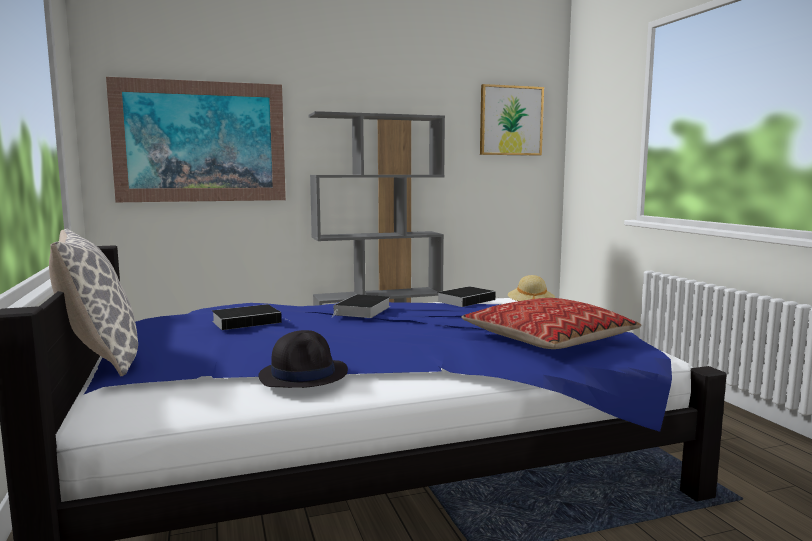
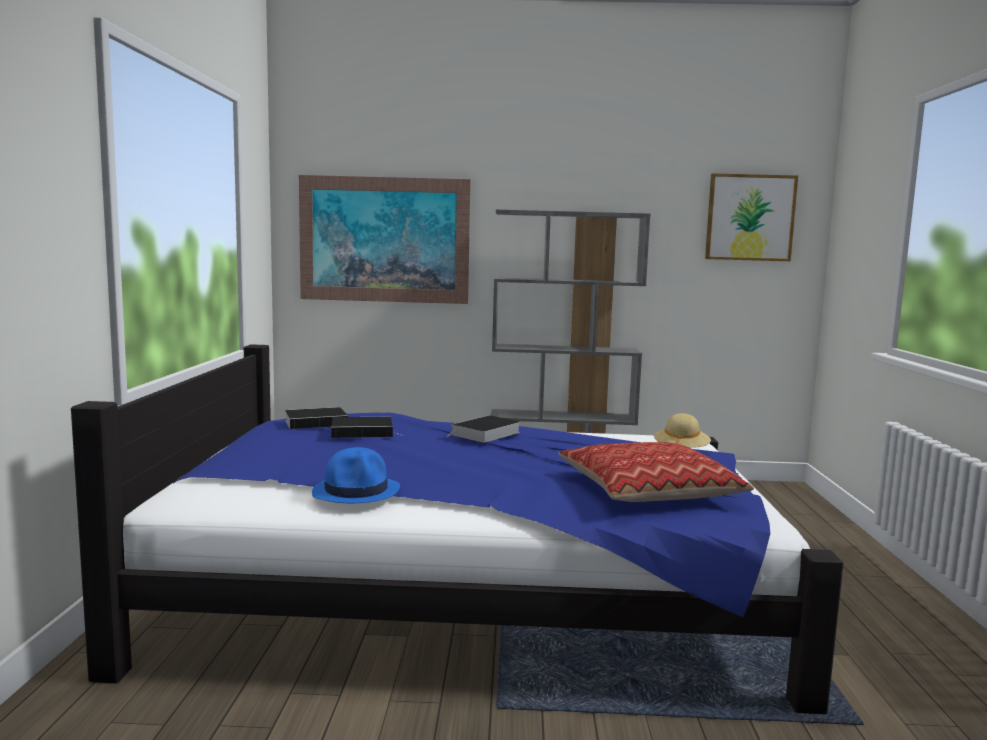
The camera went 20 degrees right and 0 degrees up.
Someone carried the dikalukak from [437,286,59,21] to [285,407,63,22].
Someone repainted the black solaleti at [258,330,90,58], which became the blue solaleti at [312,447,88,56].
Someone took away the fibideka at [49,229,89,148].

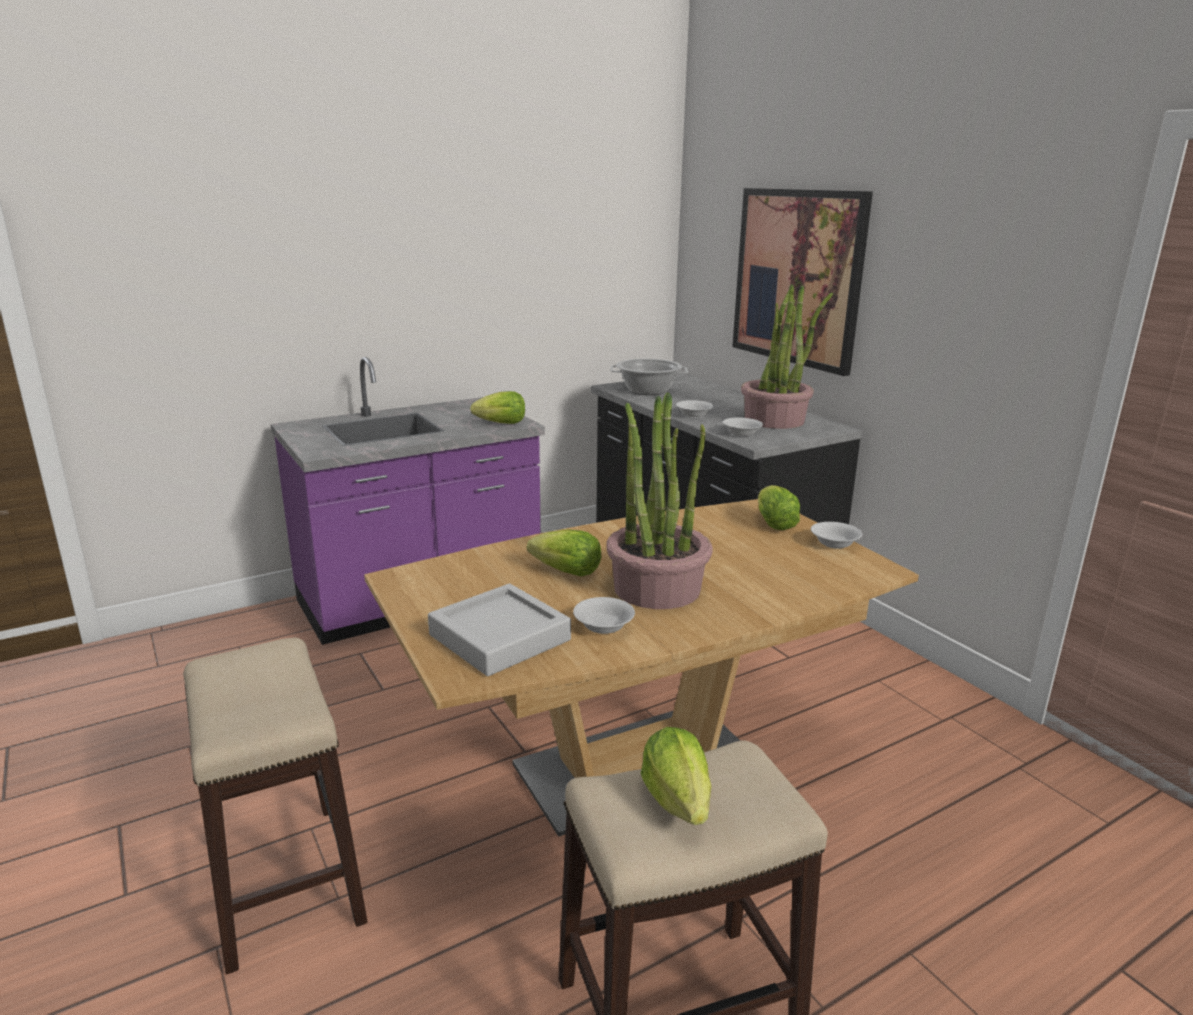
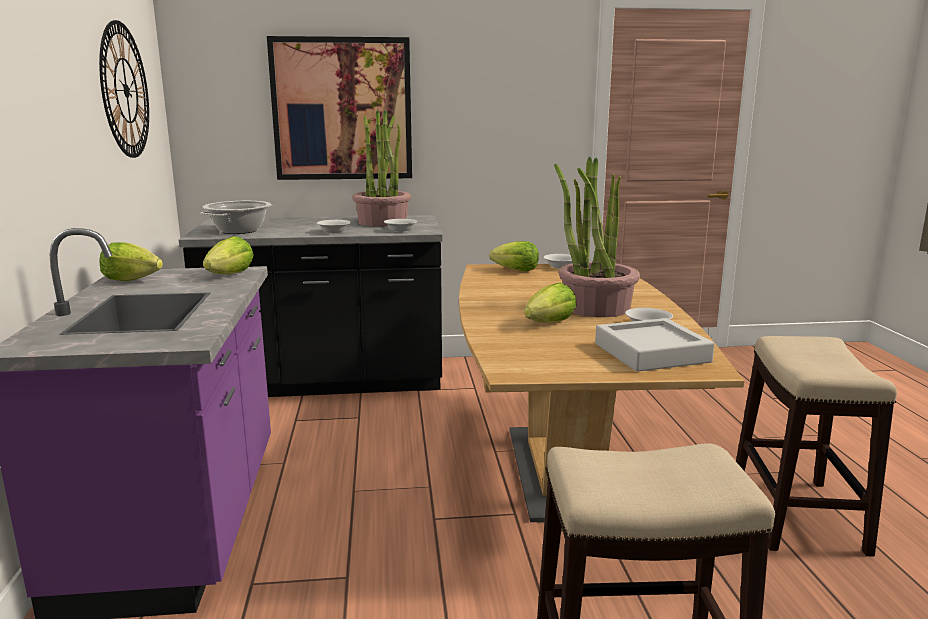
The camera went 65 degrees left and 5 degrees down.
Someone put up the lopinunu at [99,20,50,138].
Someone carried the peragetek from [641,727,70,98] to [99,242,64,39].

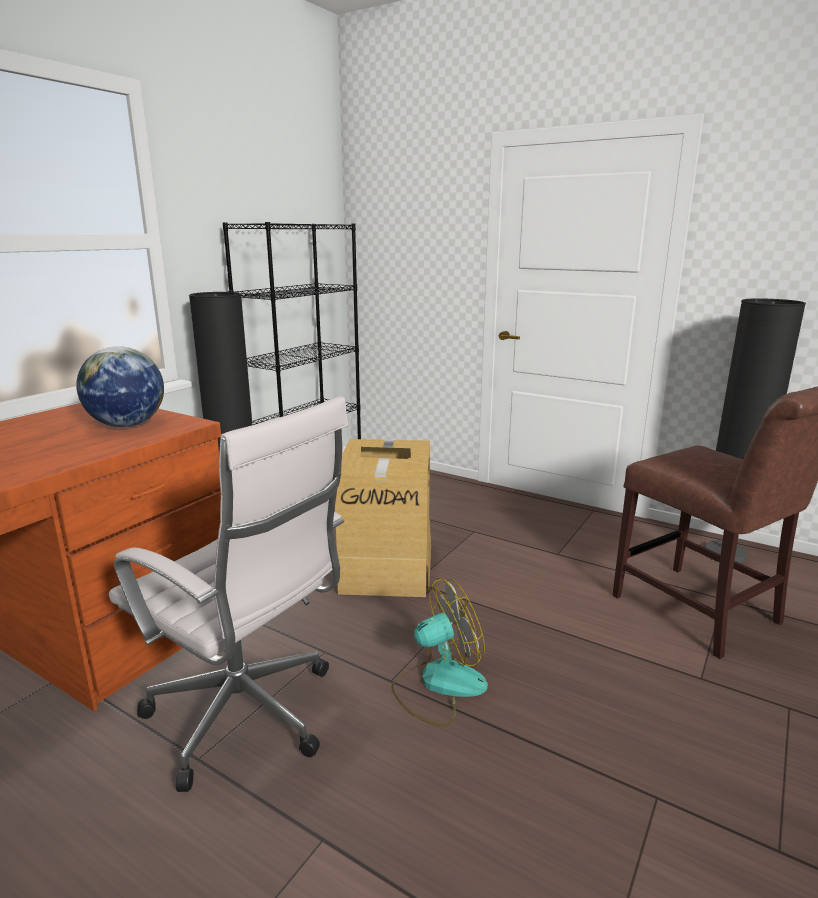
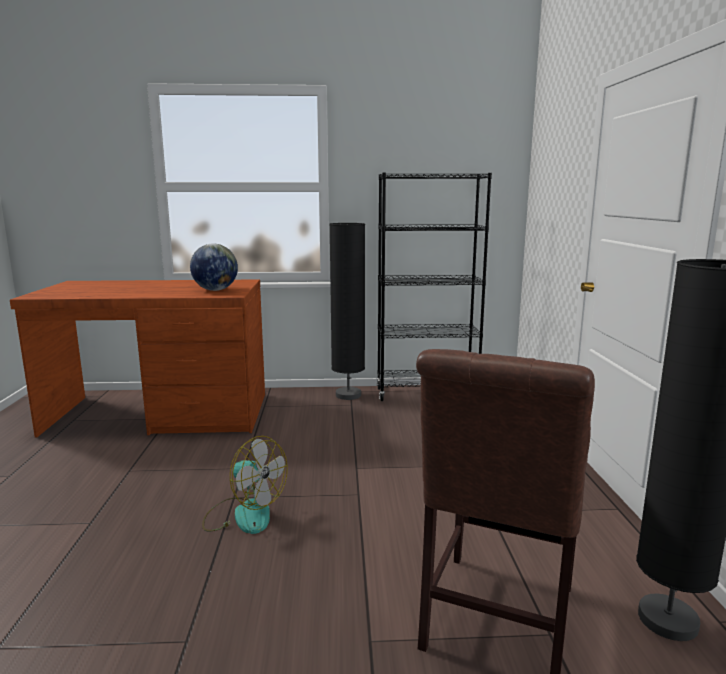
The camera went 55 degrees right and 5 degrees down.
Someone took away the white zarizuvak at [109,396,239,396].
Someone took away the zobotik at [335,439,96,158].

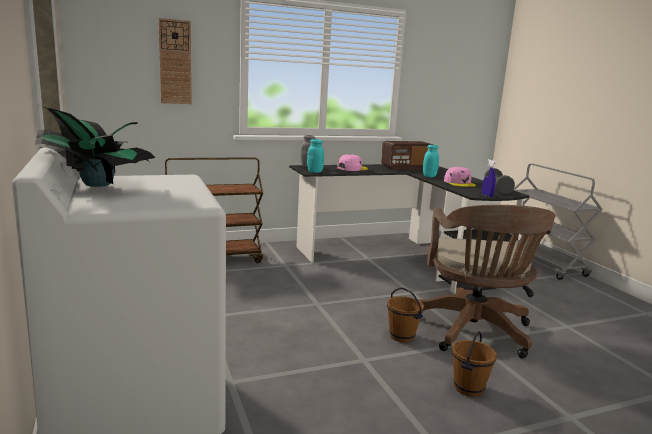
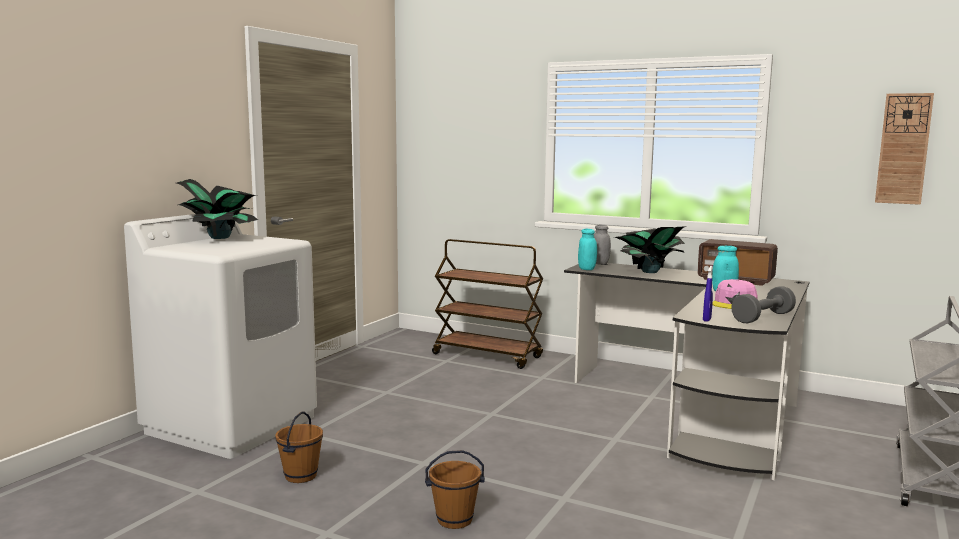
The camera went 50 degrees right and 5 degrees down.
Someone carried the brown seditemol from [387,288,37,55] to [275,412,48,71].
Someone swapped the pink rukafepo at [337,154,31,17] for the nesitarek at [613,226,74,47].
Someone carried the lopinunu from [158,18,34,86] to [875,93,59,112].
Someone took away the brown zarizuvak at [418,205,137,154].

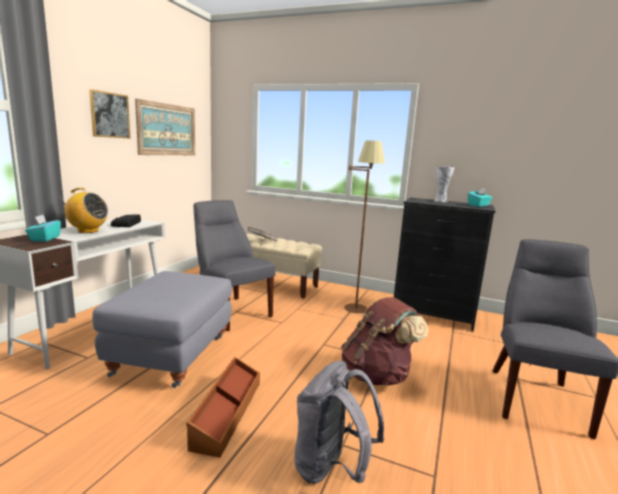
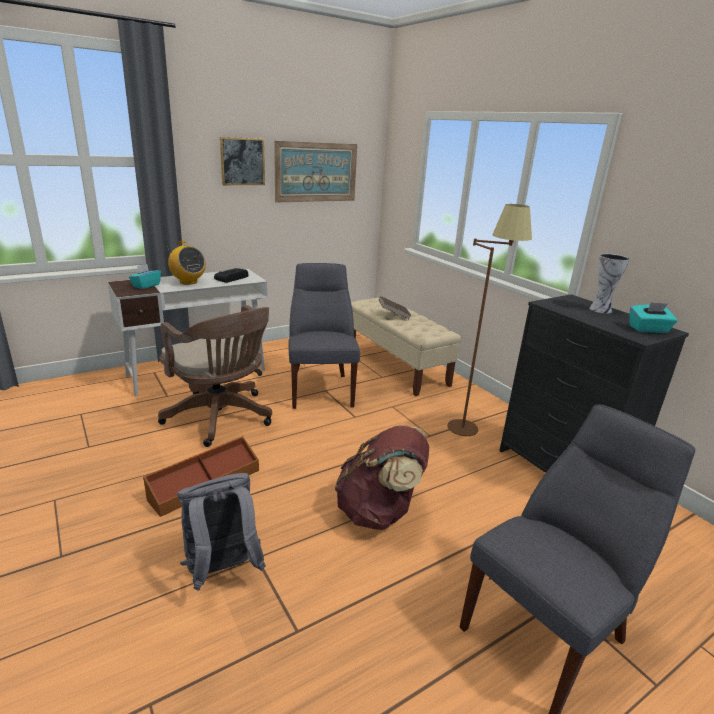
The camera went 35 degrees right and 10 degrees up.
Someone swapped the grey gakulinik at [92,271,140,117] for the brown zarizuvak at [158,305,114,142].

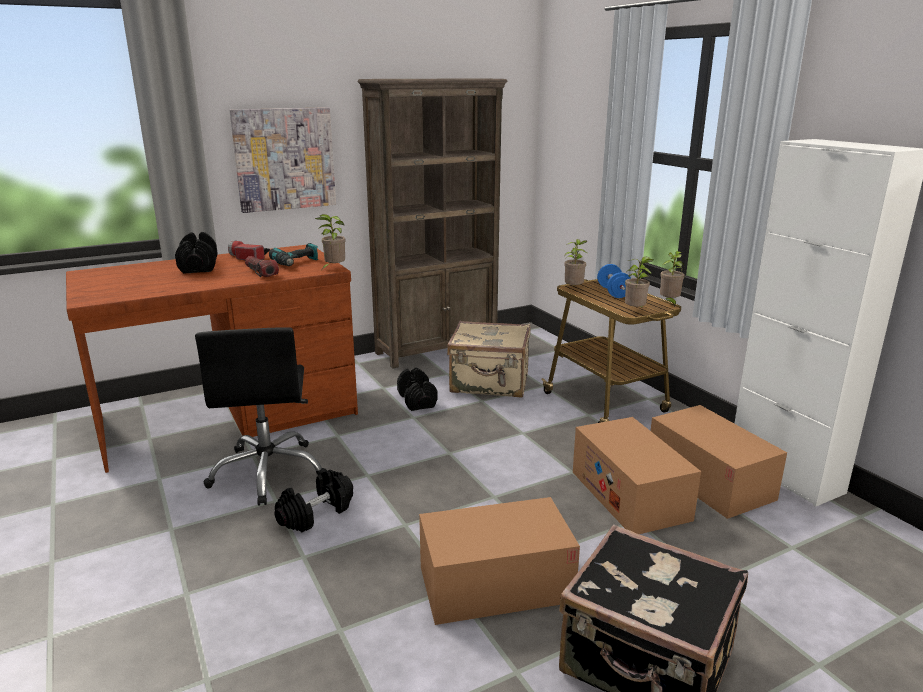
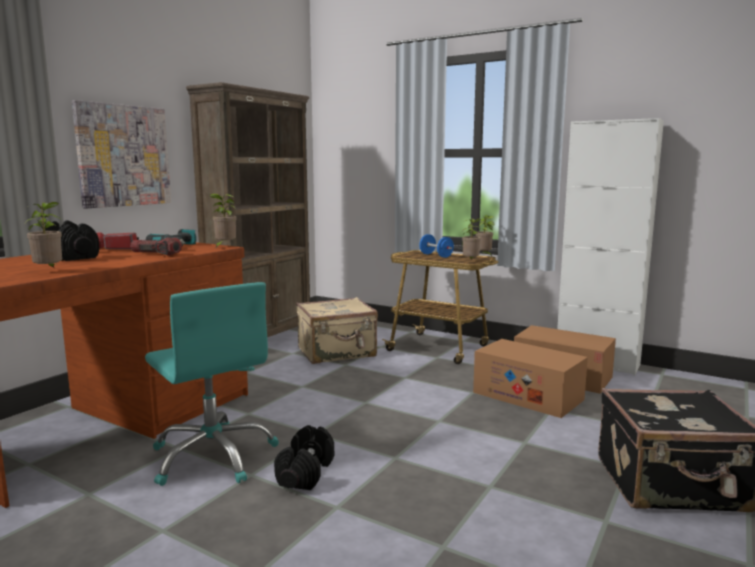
The camera went 30 degrees left and 10 degrees down.
Someone carried the nesitarek from [564,239,24,47] to [24,202,38,66].
Someone repainted the black zarizuvak at [195,327,132,179], which became the turquoise zarizuvak at [145,282,134,204].
Someone took away the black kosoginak at [397,368,41,43].
Someone took away the zobotik at [419,497,161,128].

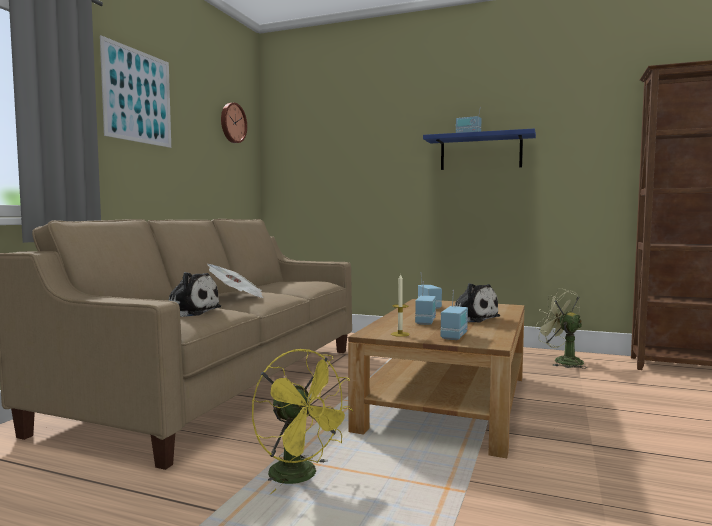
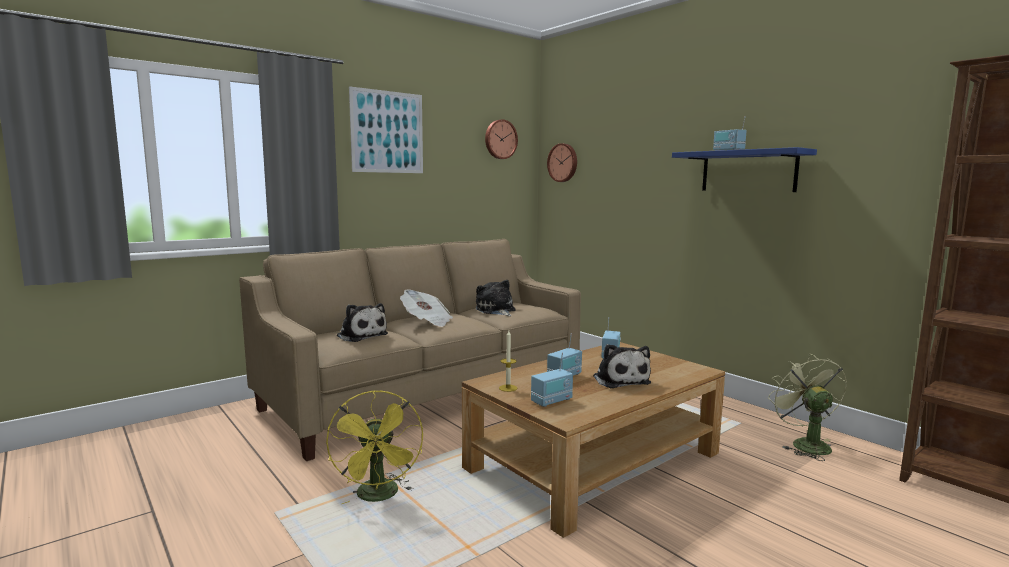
The camera went 30 degrees right and 5 degrees up.
Someone put down the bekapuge at [476,280,40,36].
Someone put up the lopinunu at [547,143,30,39].

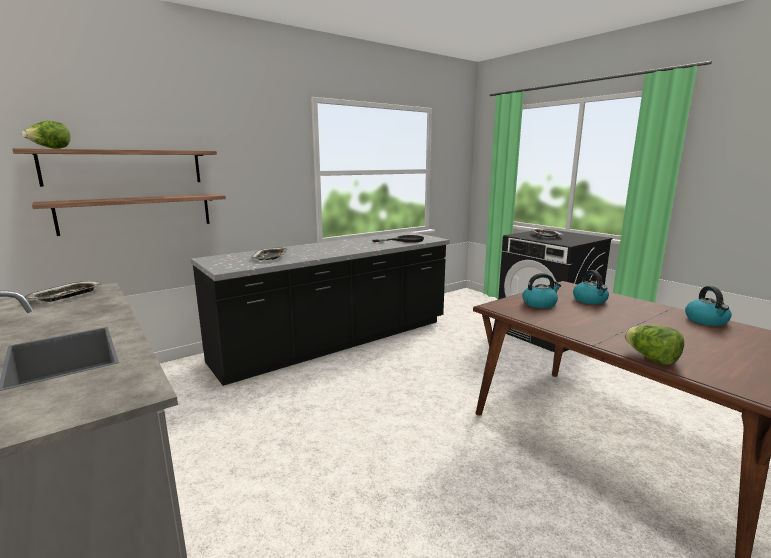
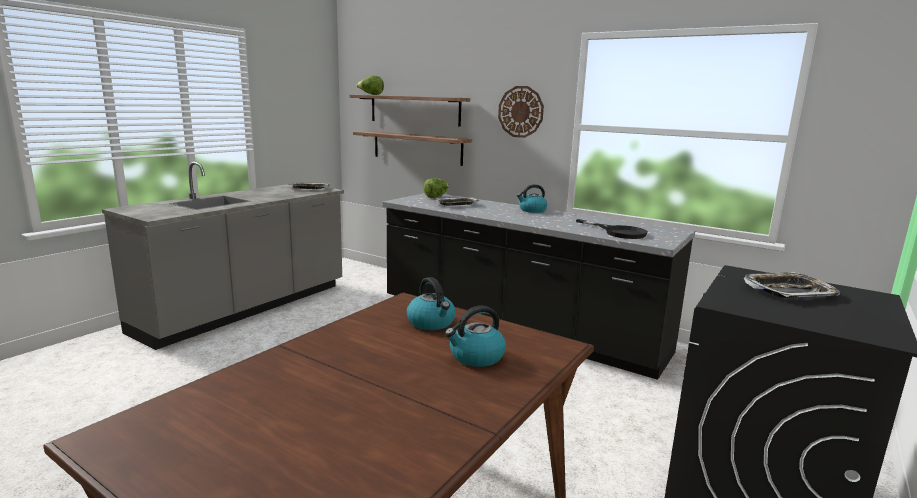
The camera went 70 degrees right and 0 degrees up.
Someone carried the peragetek from [625,325,59,40] to [423,178,26,20].
Someone put up the lopinunu at [498,86,46,52].
Someone carried the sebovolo from [685,286,47,40] to [517,184,30,29].

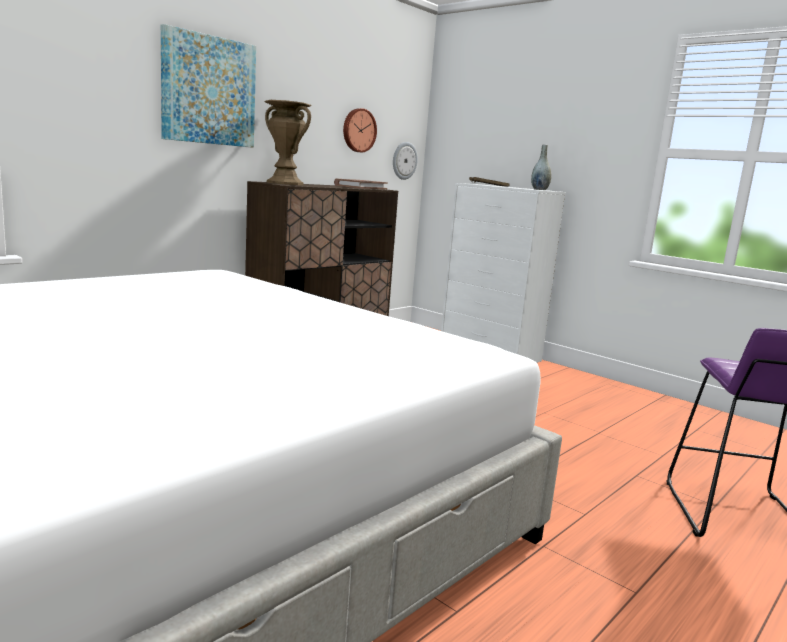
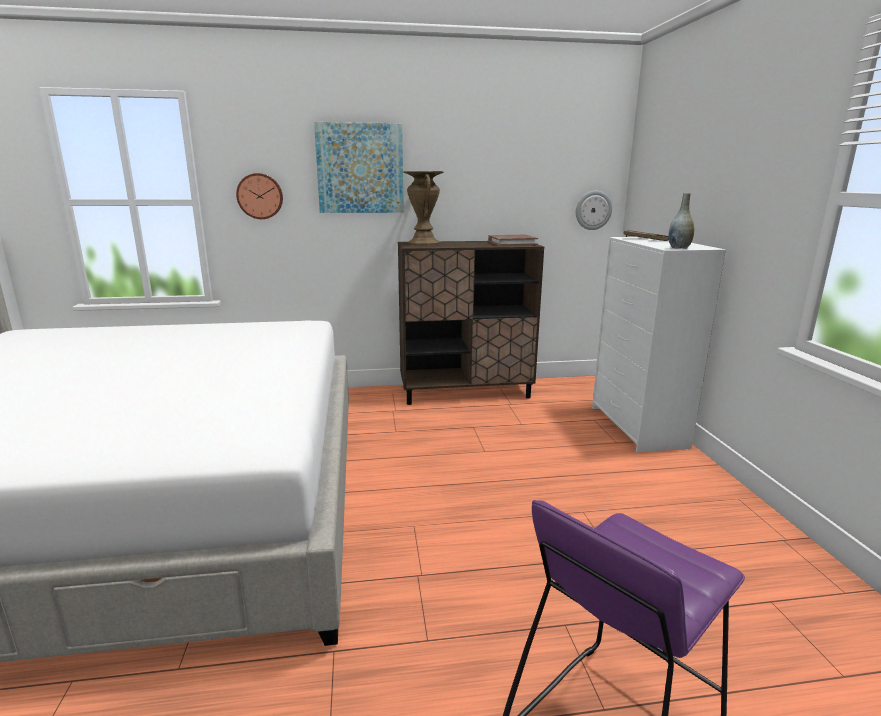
The camera went 40 degrees right and 5 degrees up.
Someone carried the lopinunu from [343,108,34,44] to [236,173,47,46].

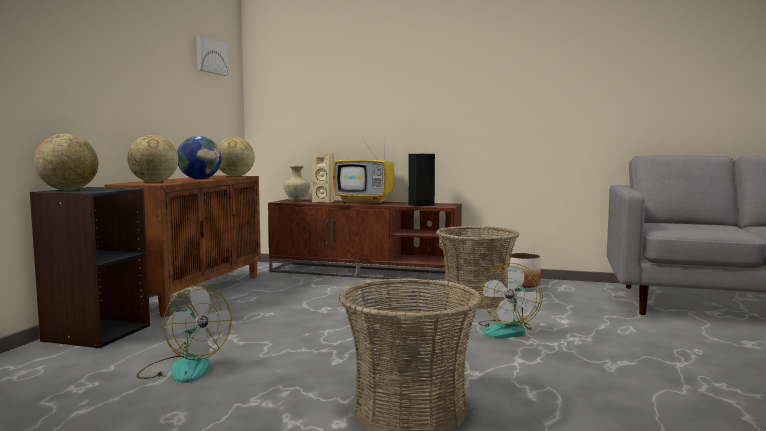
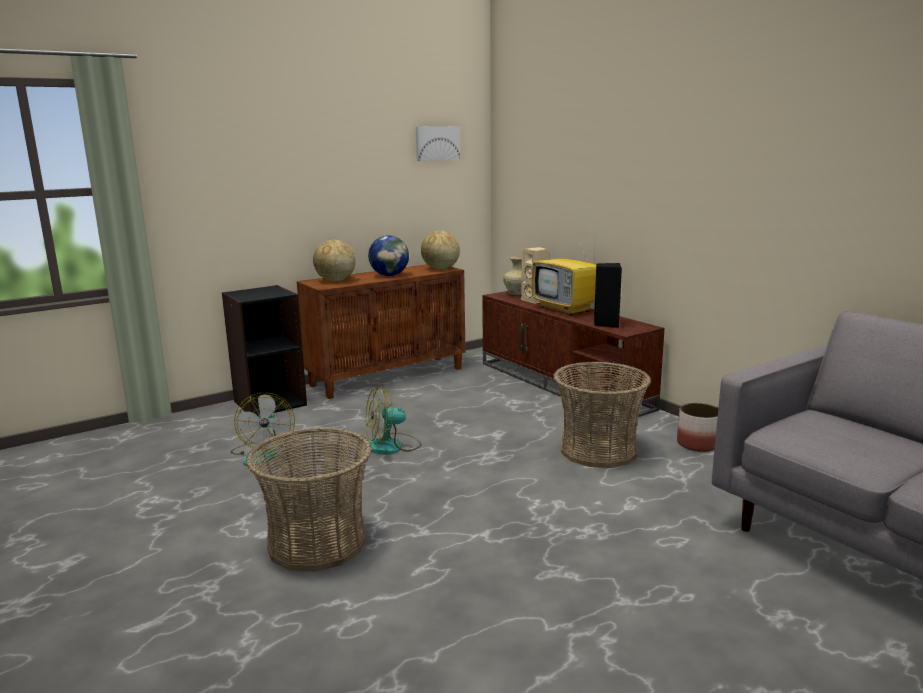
The camera went 40 degrees right and 10 degrees up.
Someone carried the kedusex from [478,263,65,75] to [363,386,58,69].
Someone took away the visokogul at [34,134,65,57].

